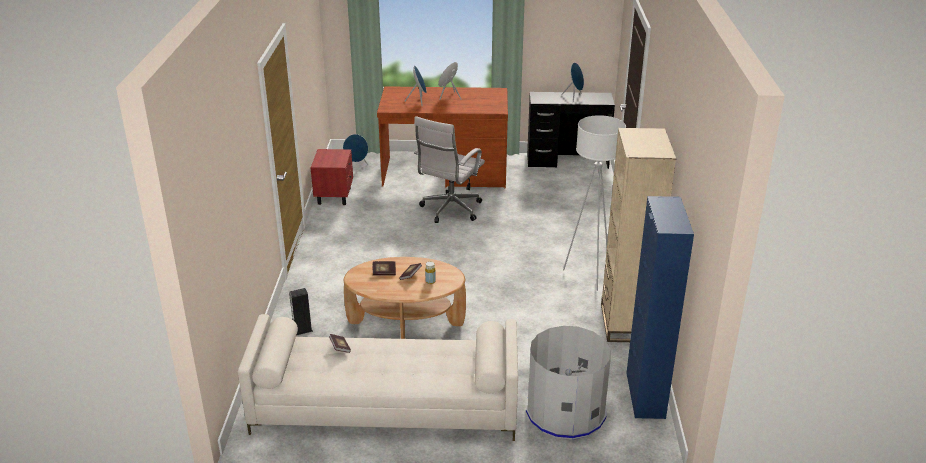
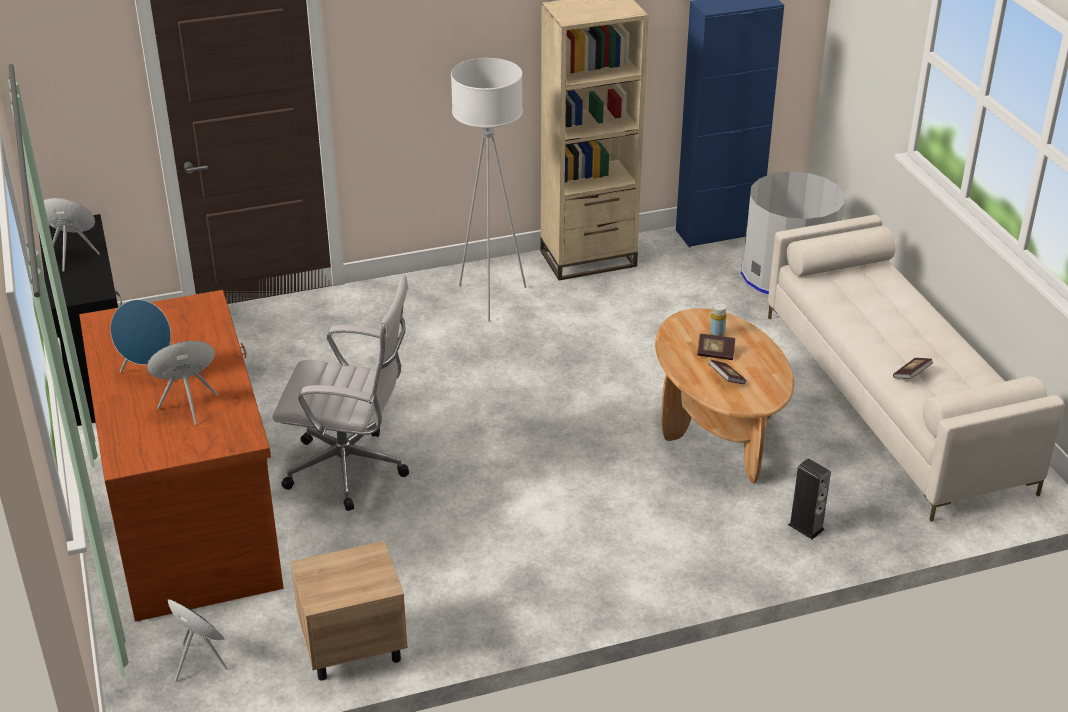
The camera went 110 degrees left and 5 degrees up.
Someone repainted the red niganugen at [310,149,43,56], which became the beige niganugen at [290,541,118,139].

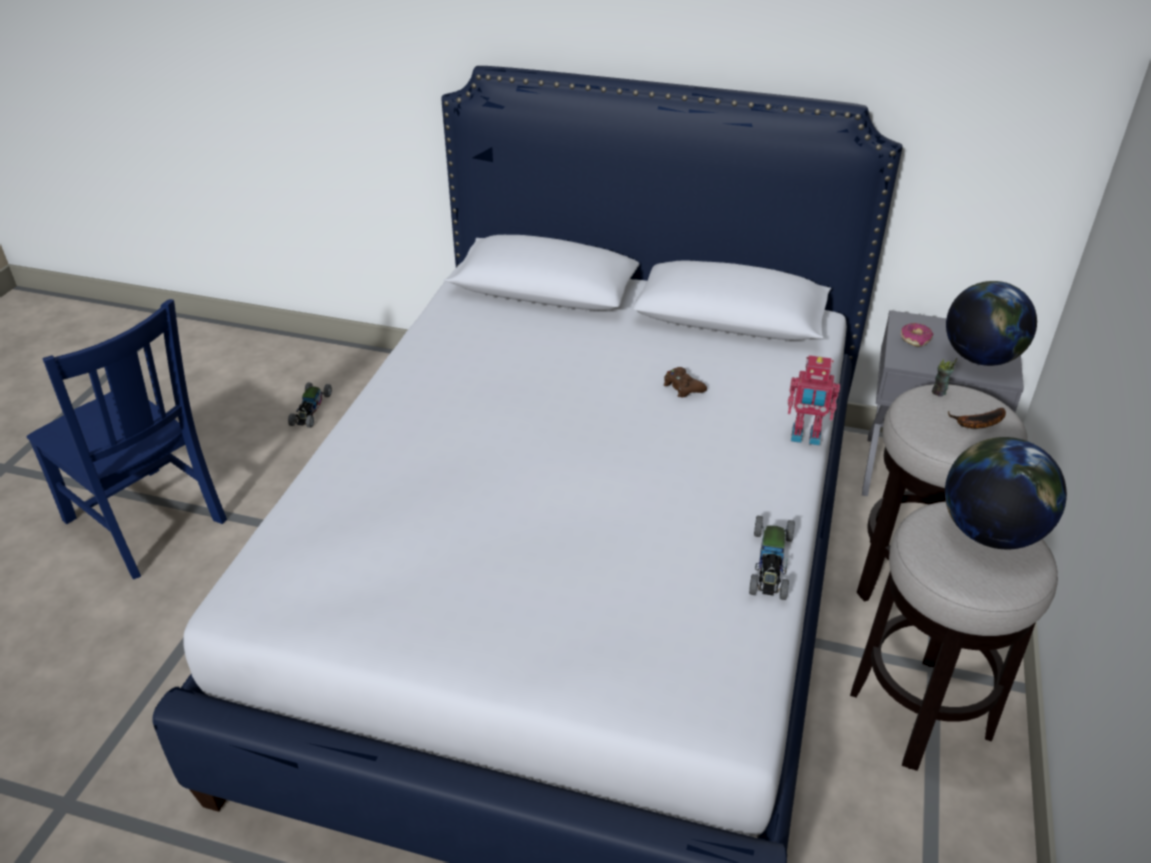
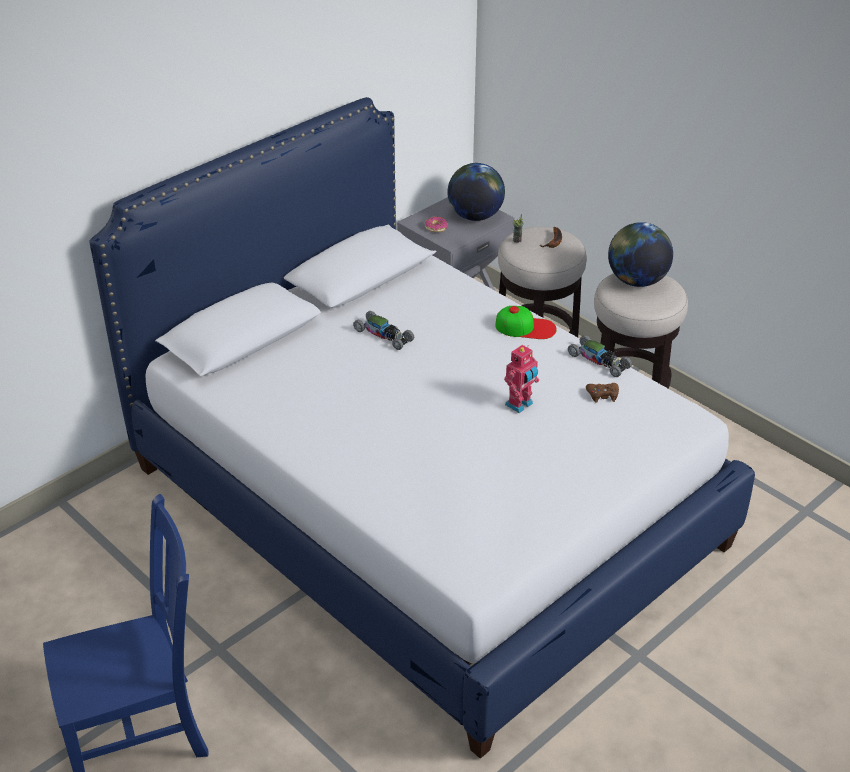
The camera went 60 degrees left and 0 degrees up.
Someone carried the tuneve from [288,382,44,46] to [353,311,61,39].
Someone put down the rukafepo at [495,306,62,33].
Someone carried the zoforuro from [788,355,52,91] to [504,345,35,68].
Someone carried the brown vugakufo from [664,367,43,31] to [586,383,33,19].

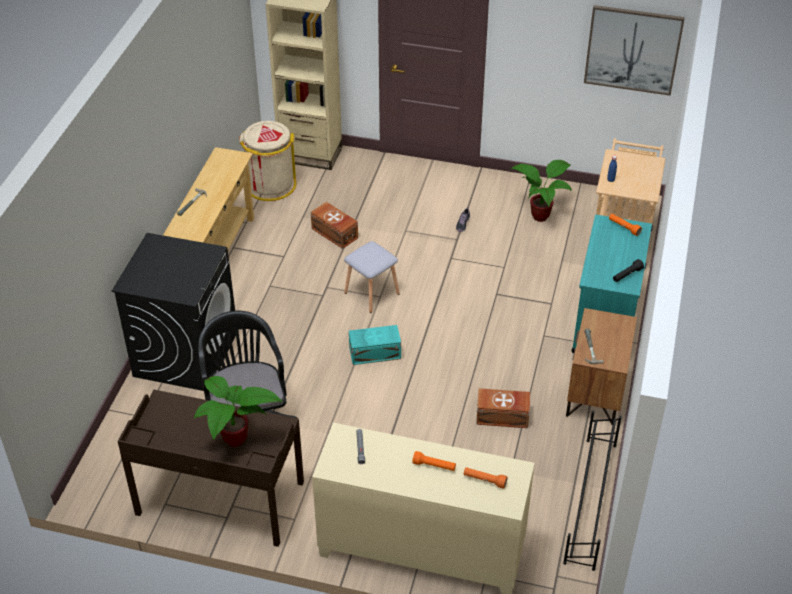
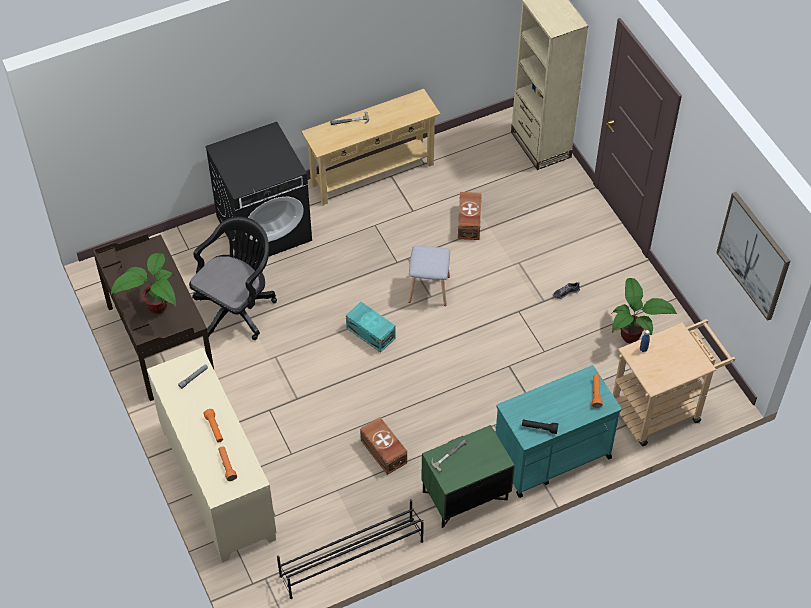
The camera went 50 degrees right and 10 degrees up.
Someone repainted the brown niganugen at [566,308,71,118], which became the green niganugen at [421,425,94,103].
Someone took away the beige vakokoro at [239,121,57,80].

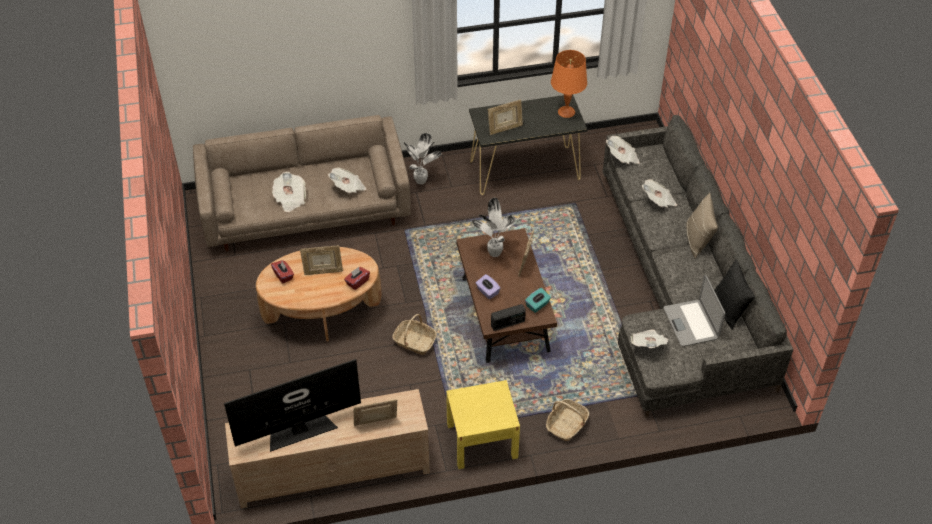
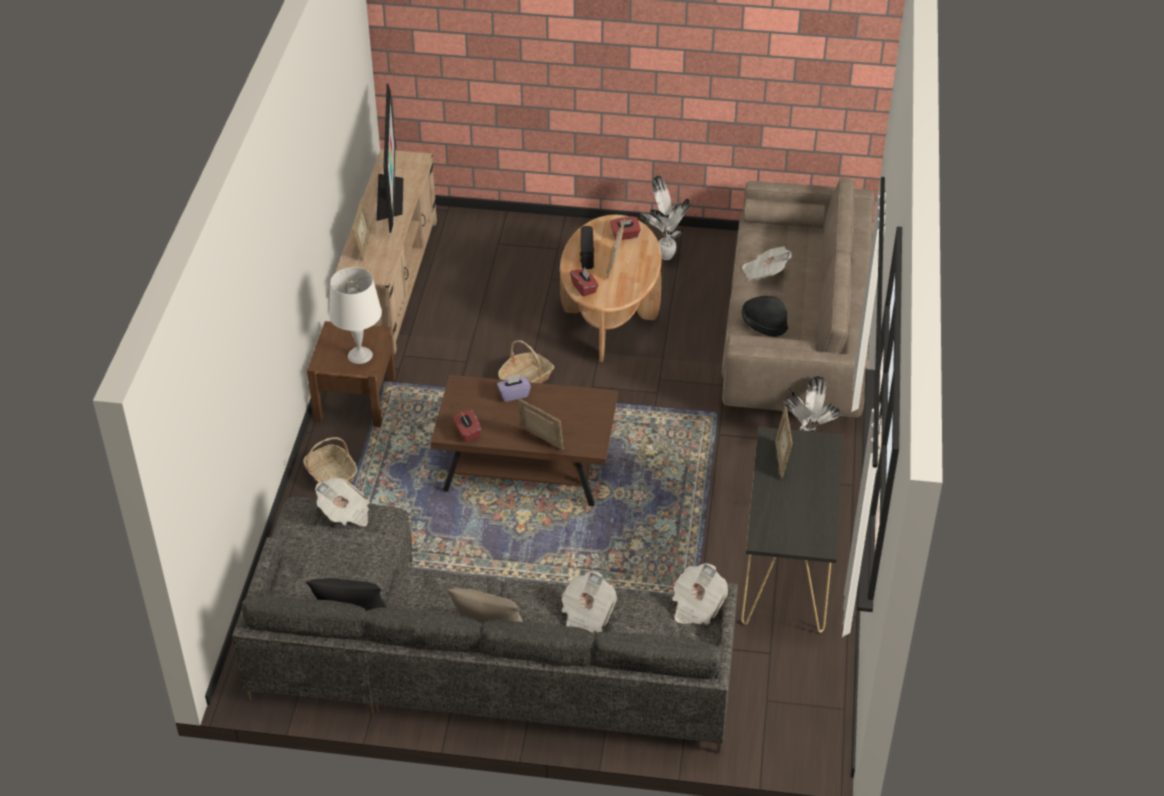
The camera went 110 degrees right and 5 degrees down.
Someone repainted the yellow niganugen at [446,380,74,89], which became the brown niganugen at [307,321,89,106].
Someone put down the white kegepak at [329,267,53,97].
Someone repainted the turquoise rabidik at [525,288,26,25], which became the red rabidik at [453,408,28,34].
Someone carried the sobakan from [491,304,35,27] to [580,226,14,43].
Someone carried the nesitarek from [472,198,43,59] to [640,175,50,85].
Someone swapped the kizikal at [328,167,38,26] for the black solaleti at [742,296,46,41].
Someone took away the orange kegepak at [551,50,36,68].
Someone took away the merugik at [663,275,62,71].

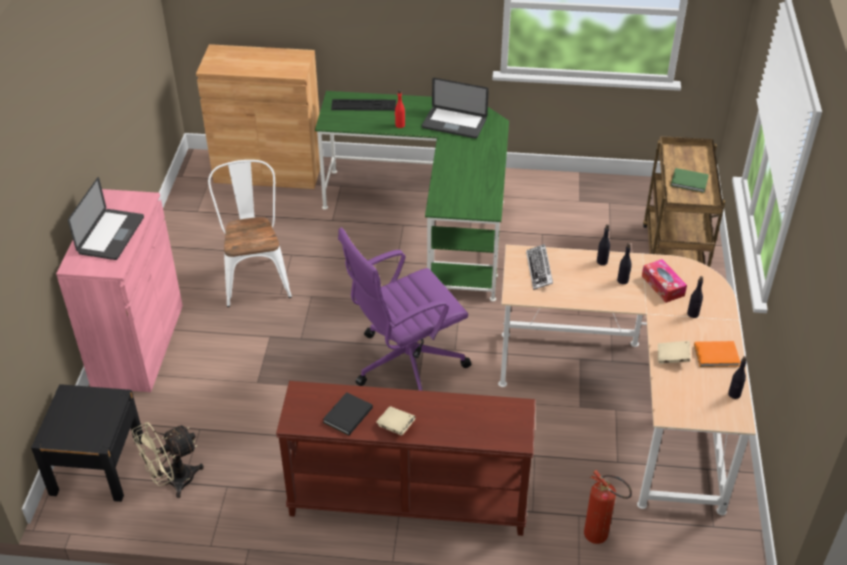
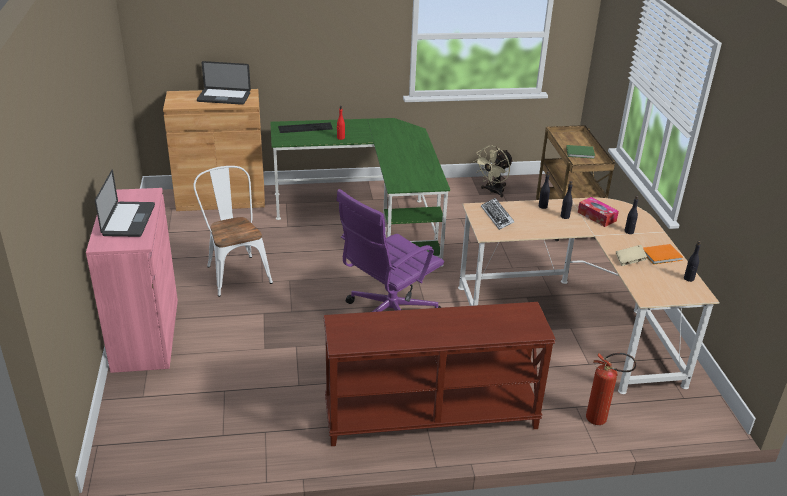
The camera went 15 degrees left and 10 degrees down.
Someone carried the merugik from [422,78,67,60] to [197,61,54,44].
Someone carried the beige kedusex from [132,422,72,76] to [474,145,39,53].
Someone took away the black niganugen at [31,384,112,118].
Someone took away the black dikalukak at [323,392,50,43].
Someone took away the beige dikalukak at [376,406,40,30].

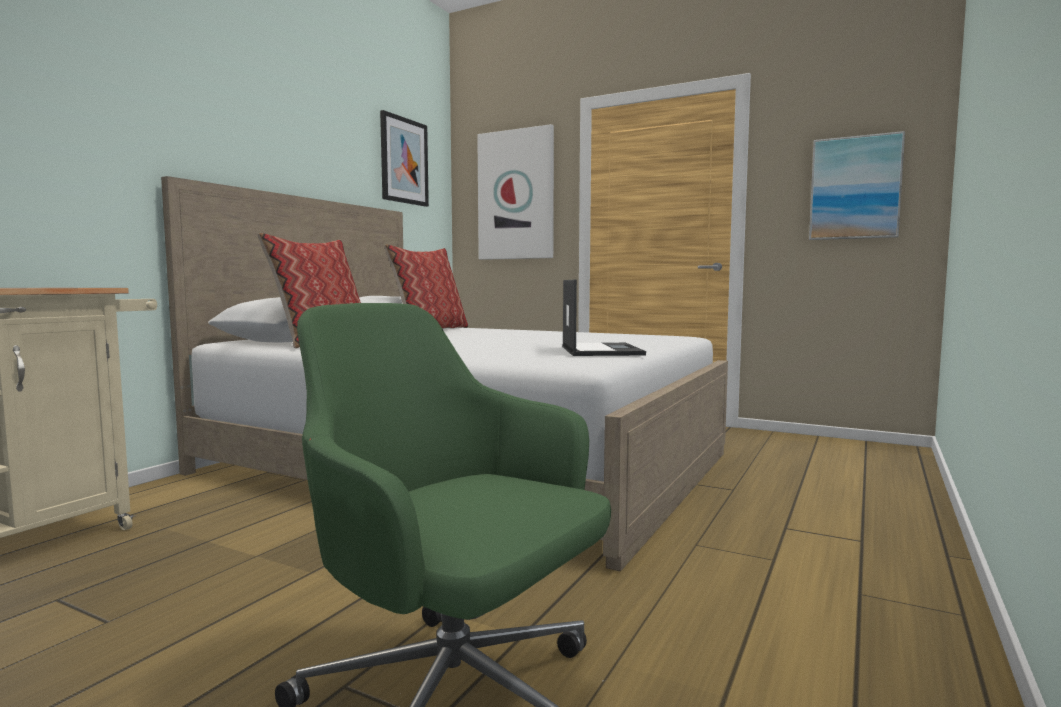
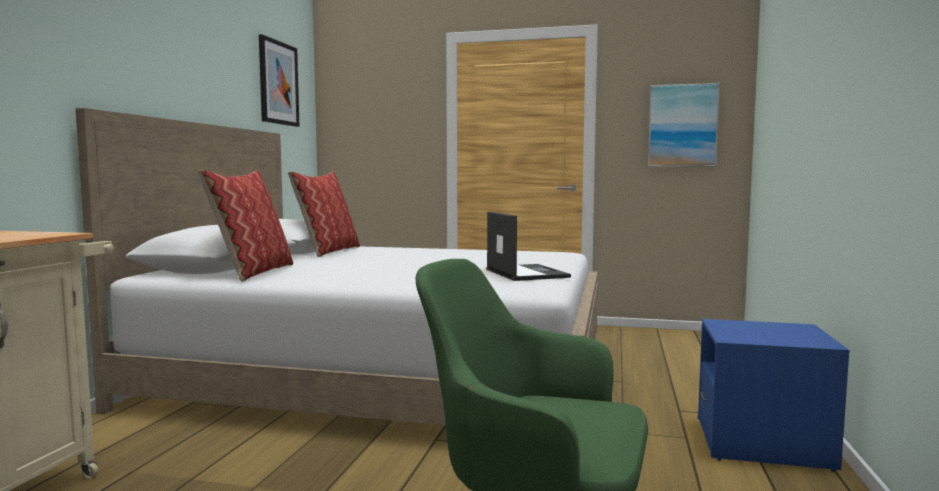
The camera went 15 degrees left and 0 degrees up.
Someone put down the blue niganugen at [698,319,152,153].
Someone took away the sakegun at [477,124,77,136].

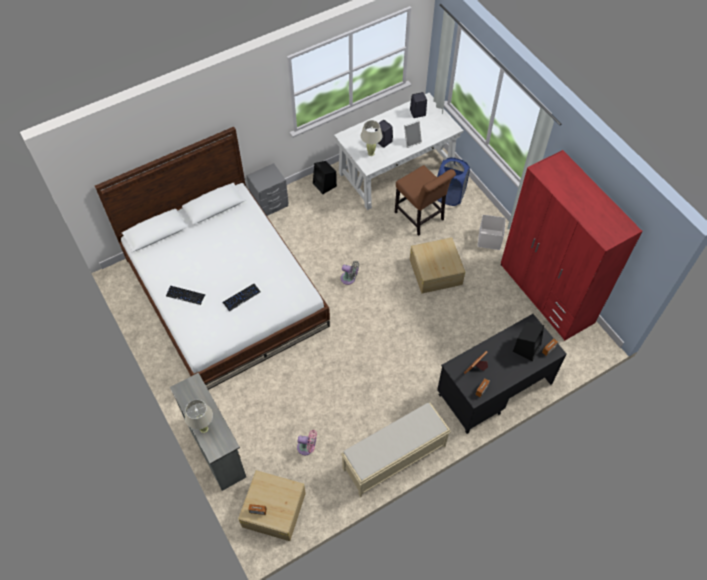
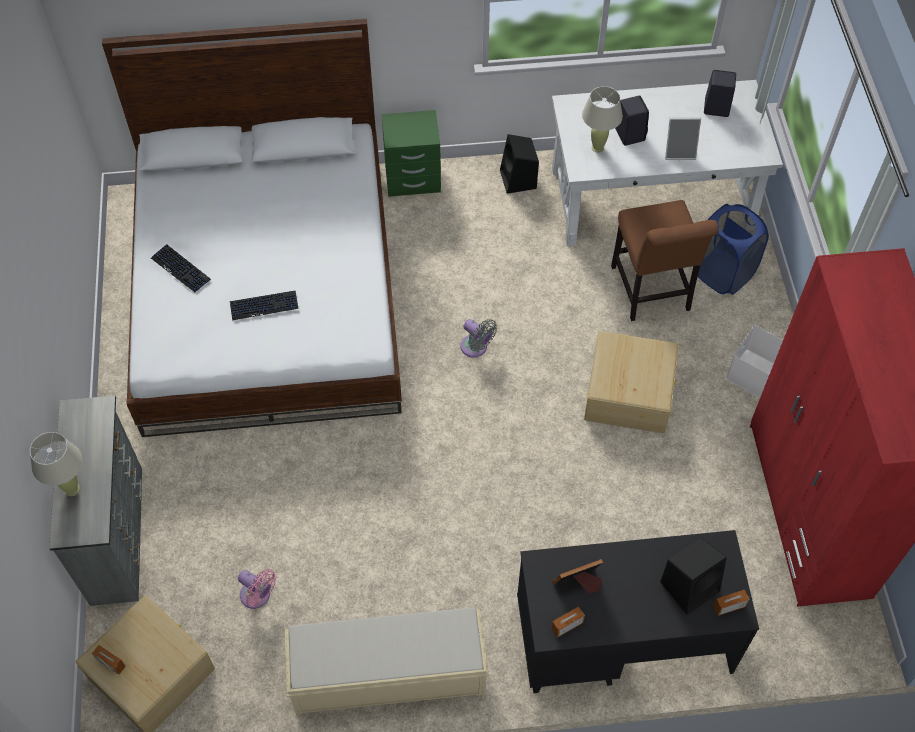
The camera went 25 degrees right and 0 degrees up.
Someone repainted the grey niganugen at [247,163,41,53], which became the green niganugen at [382,110,59,87].

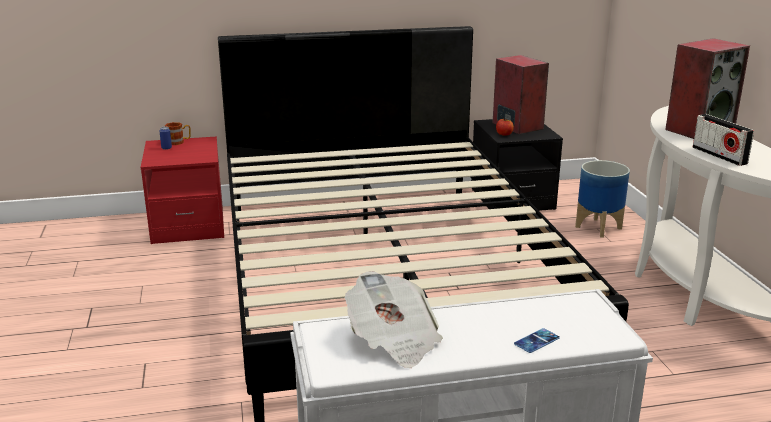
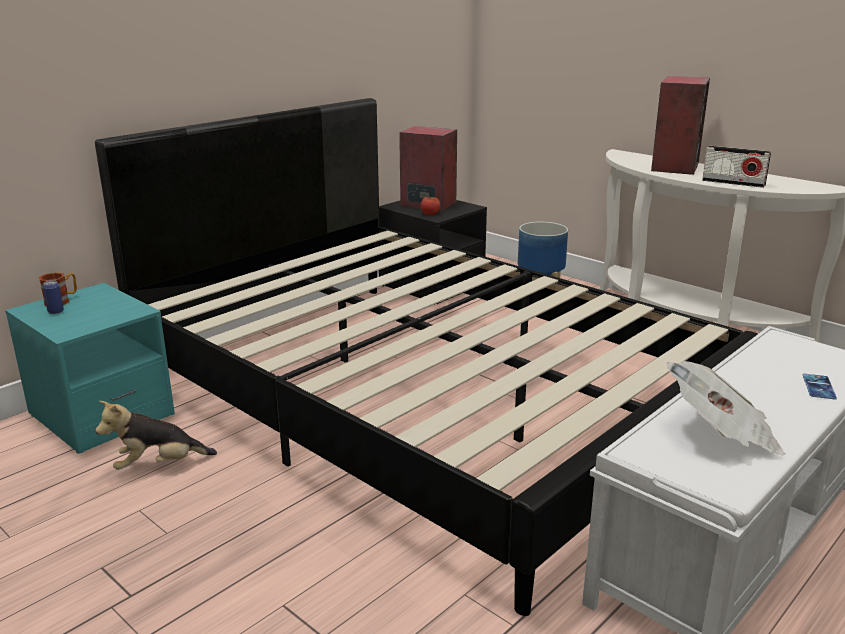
The camera went 35 degrees left and 0 degrees up.
Someone repainted the red niganugen at [141,136,83,108], which became the turquoise niganugen at [5,283,170,171].
Someone put down the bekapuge at [96,401,121,69].

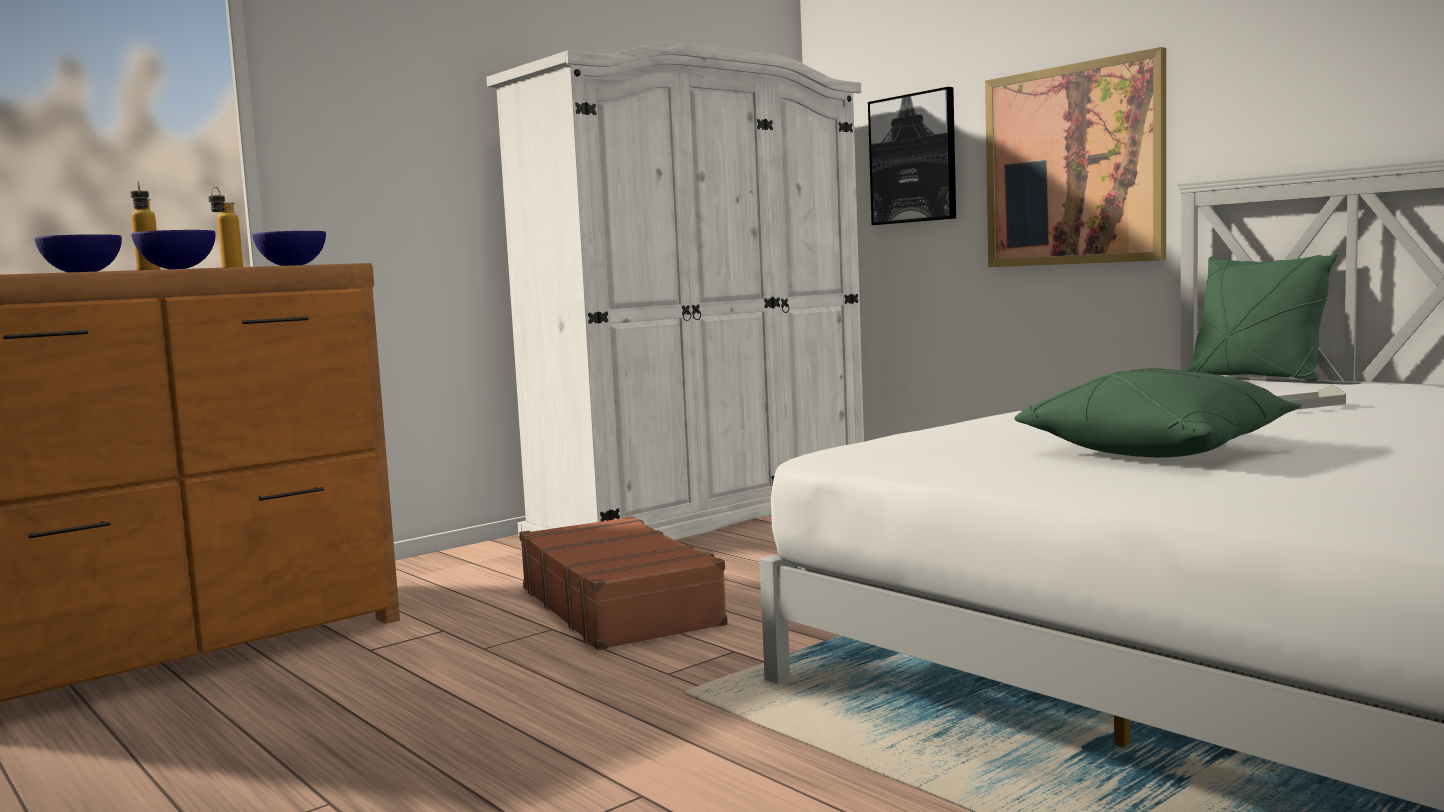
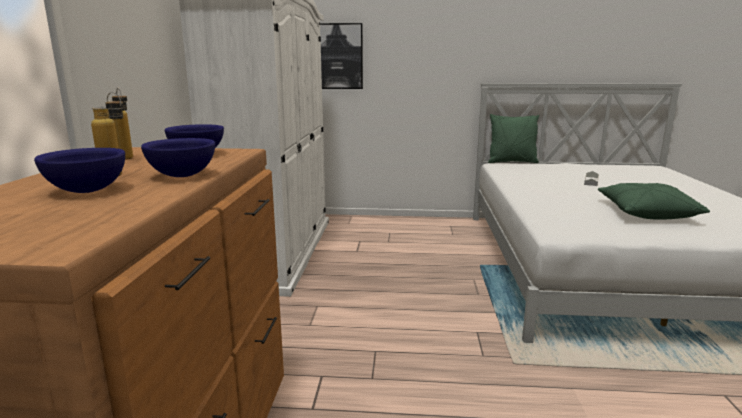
The camera went 45 degrees left and 10 degrees up.
Someone took away the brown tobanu at [519,516,209,134].
Someone took away the sakegun at [985,47,181,220].

